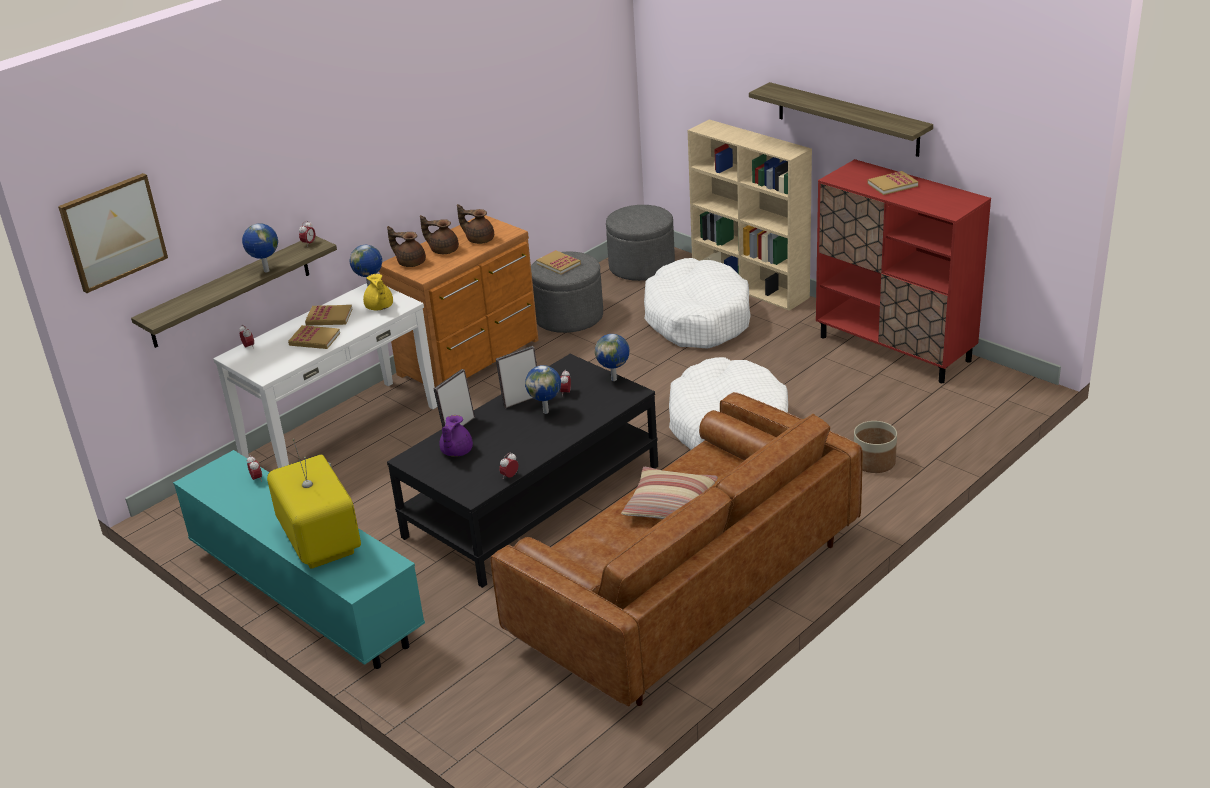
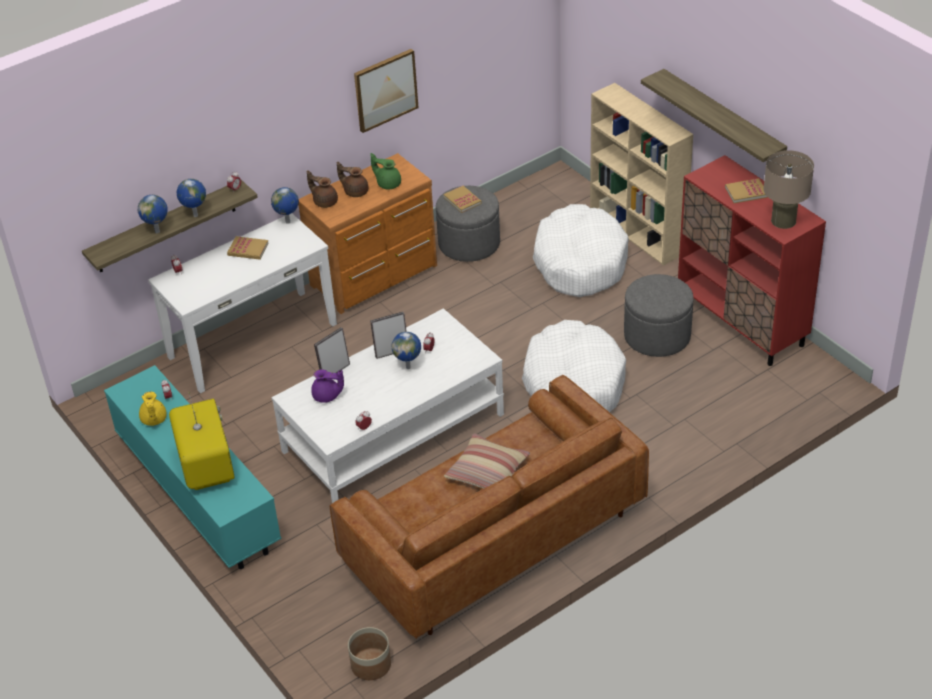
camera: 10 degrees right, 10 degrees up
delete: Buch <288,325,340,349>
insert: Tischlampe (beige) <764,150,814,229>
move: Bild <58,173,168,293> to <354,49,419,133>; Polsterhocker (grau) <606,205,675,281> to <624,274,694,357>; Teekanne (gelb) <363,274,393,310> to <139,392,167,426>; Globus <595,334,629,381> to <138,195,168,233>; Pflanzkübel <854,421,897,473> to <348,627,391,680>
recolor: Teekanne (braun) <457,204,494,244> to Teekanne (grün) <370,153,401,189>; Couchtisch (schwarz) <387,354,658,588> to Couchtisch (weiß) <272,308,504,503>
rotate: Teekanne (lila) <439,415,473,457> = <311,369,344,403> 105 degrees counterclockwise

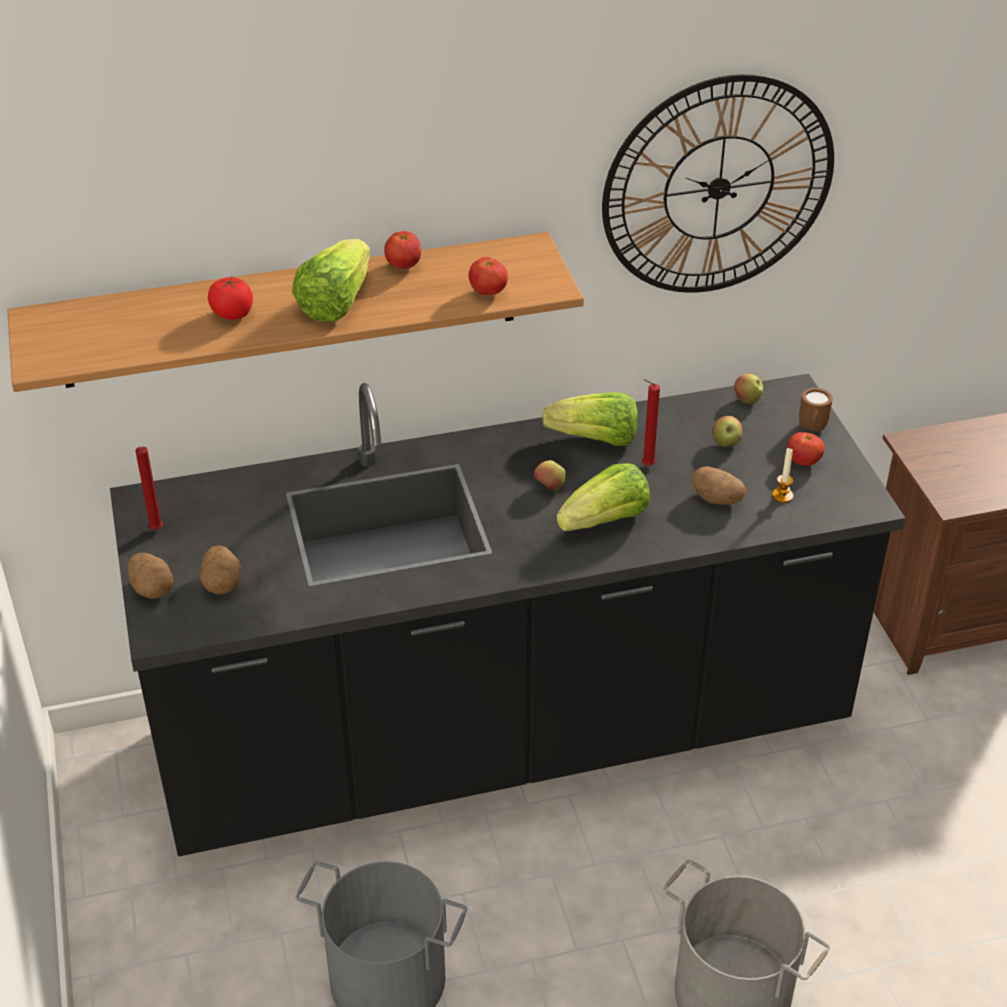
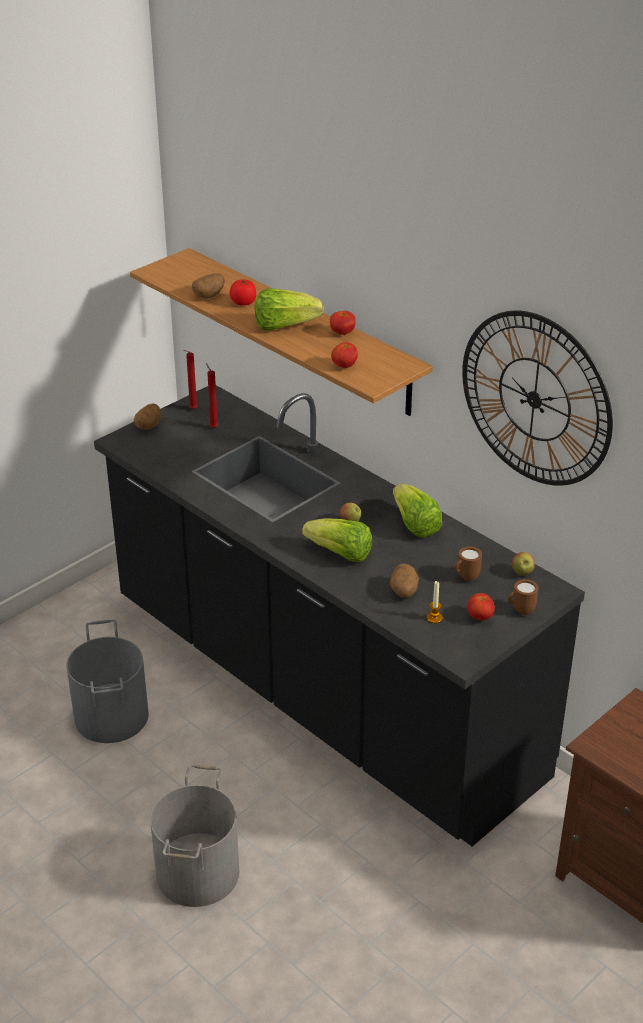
camera: 60 degrees right, 5 degrees down
move: Kerze (rot) <642,379,660,466> to <206,363,219,428>; Kartoffel <200,545,241,594> to <192,273,225,298>
replace: Apfel <712,416,742,447> to Henkelbecher (braun) <454,546,482,581>

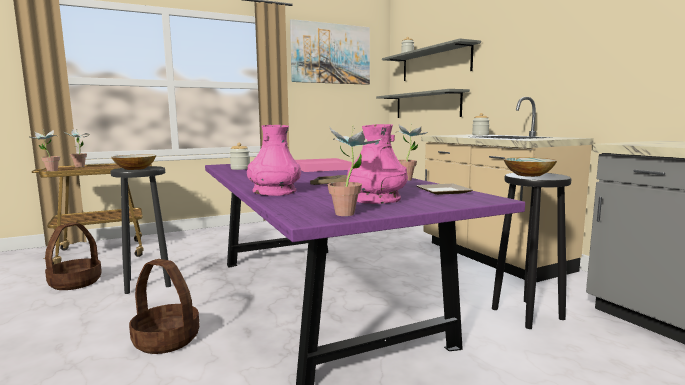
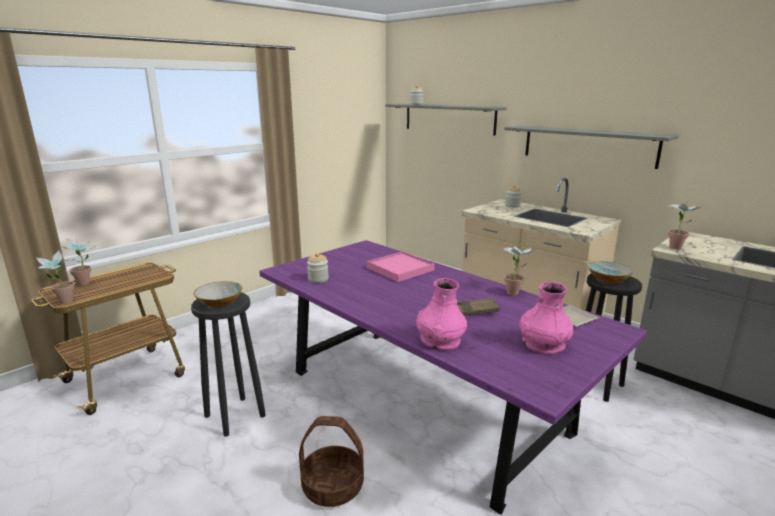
camera: 20 degrees left, 10 degrees up
delete: Bild <290,19,370,85>; Korb <45,223,102,290>
move: Wandregal (grau) <376,89,470,118> to <504,126,679,169>; Topfpflanze <327,125,382,216> to <667,200,702,249>

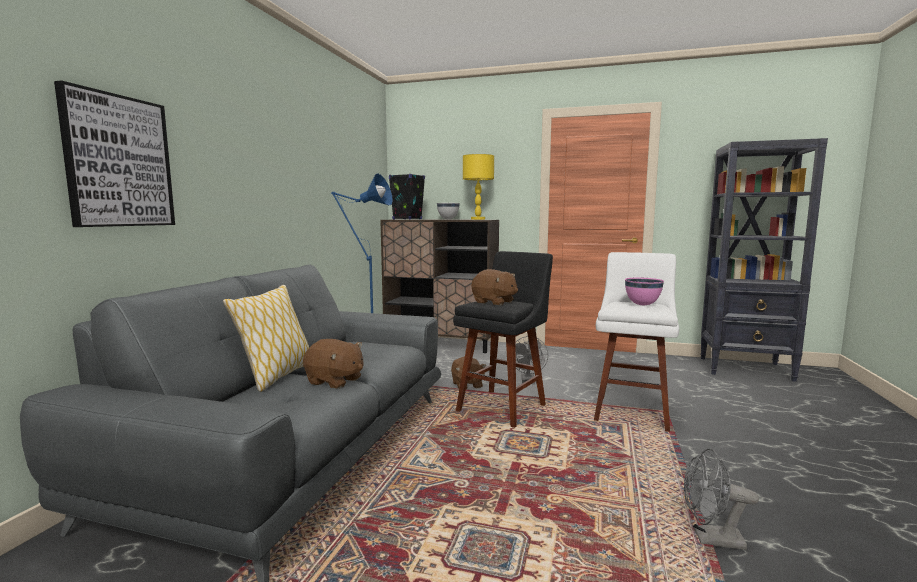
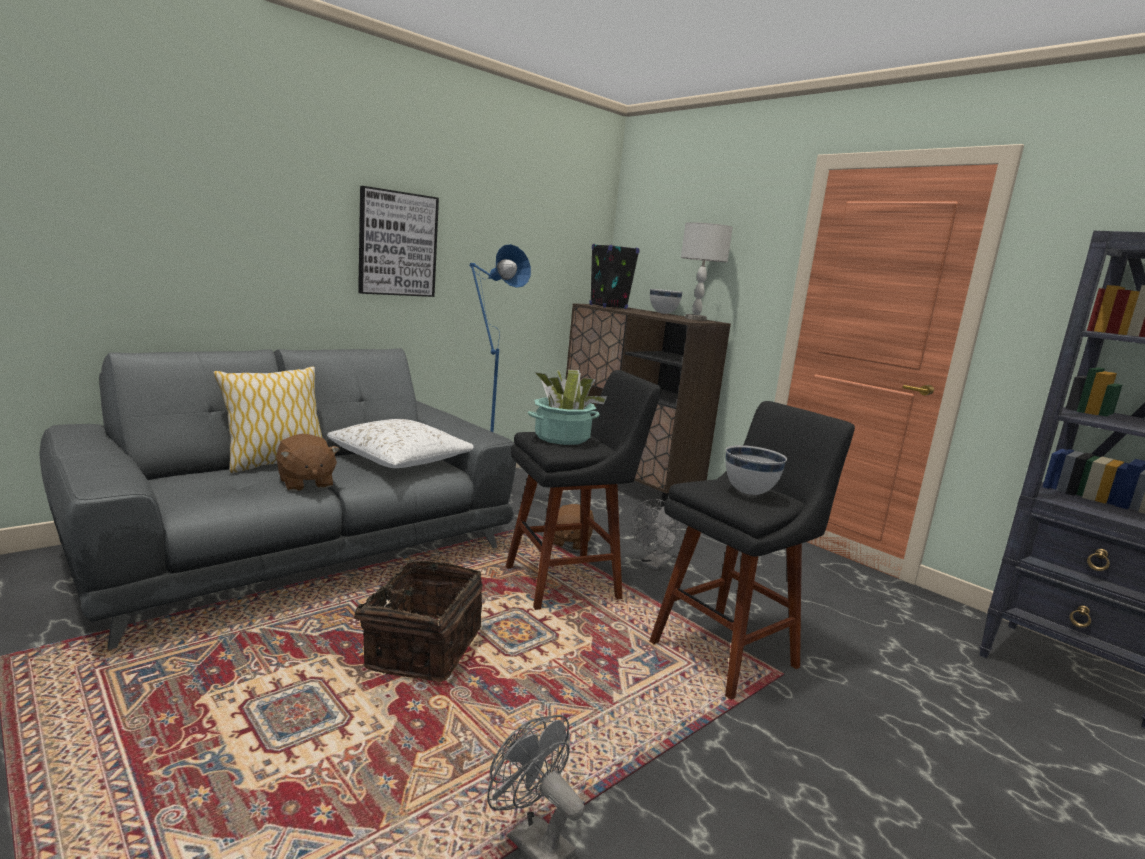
camera: 30 degrees right, 5 degrees up
insert: Kissen (weiß) <327,419,473,468>; Korb <339,561,483,682>
move: Bild <54,80,175,227> to <358,186,439,297>
replace: Plüschtier (braun) <472,269,518,305> to Topfpflanze <528,370,607,445>
recolor: Tischlampe (gelb) <463,154,494,220> to Tischlampe (grau) <681,222,733,321>; Hocker (weiß) <594,252,679,432> to Hocker (schwarz) <650,401,855,700>; Schüssel (rosa) <625,278,664,305> to Schüssel (weiß) <725,445,787,495>

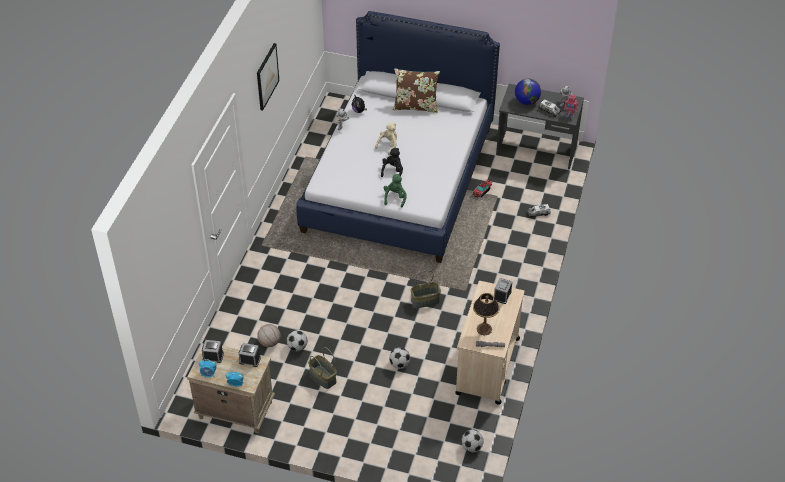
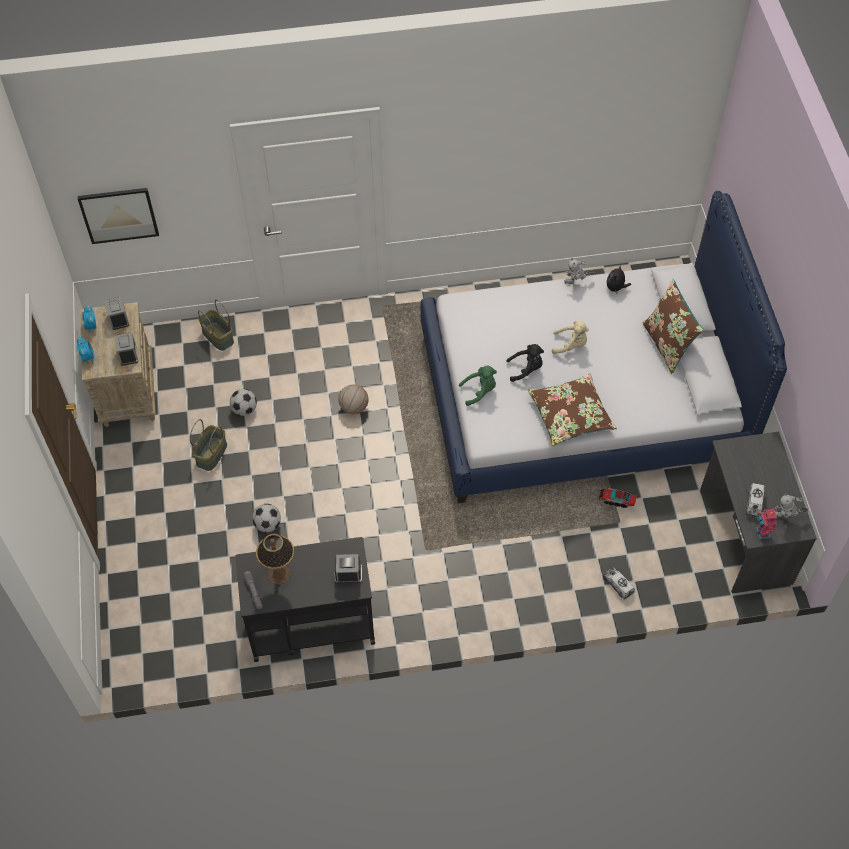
camera: 65 degrees right, 10 degrees up
delete: Globus <515,79,541,105>; Fußball <461,430,483,453>
insert: Kissen (braun) <528,374,617,446>
move: Bild <257,43,279,111> to <77,188,159,244>; Korb <411,270,441,308> to <198,300,234,351>; Basketball <257,324,281,347> to <338,385,369,415>
recolor: Rollwagen (beige) <455,281,524,405> to Rollwagen (schwarz) <235,537,375,662>

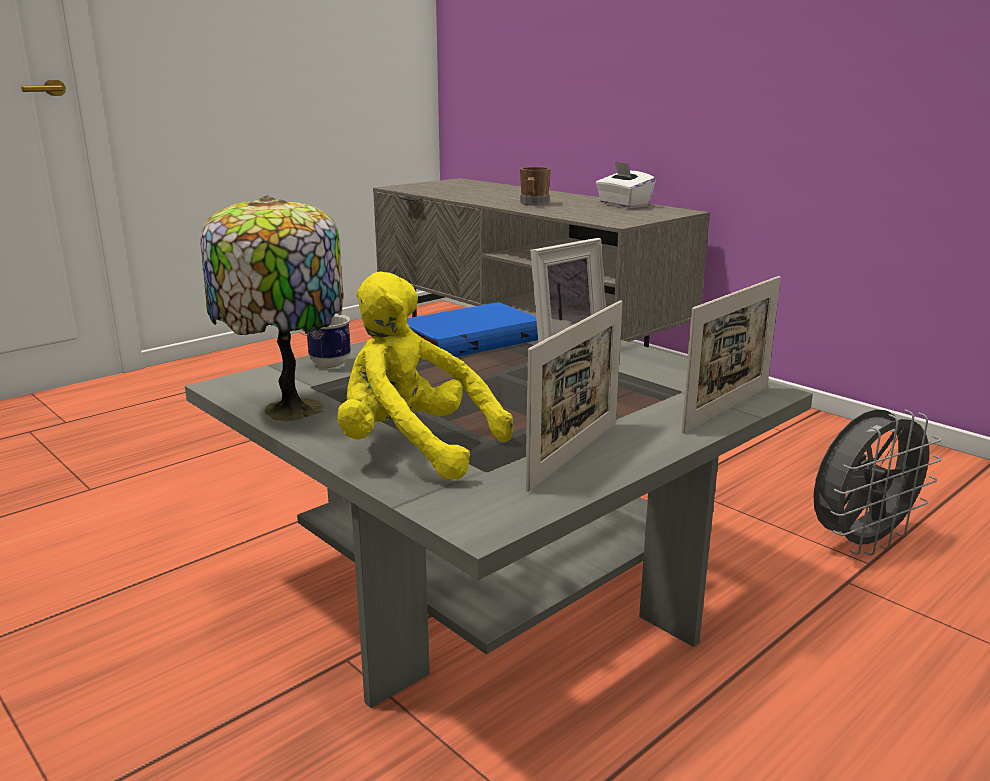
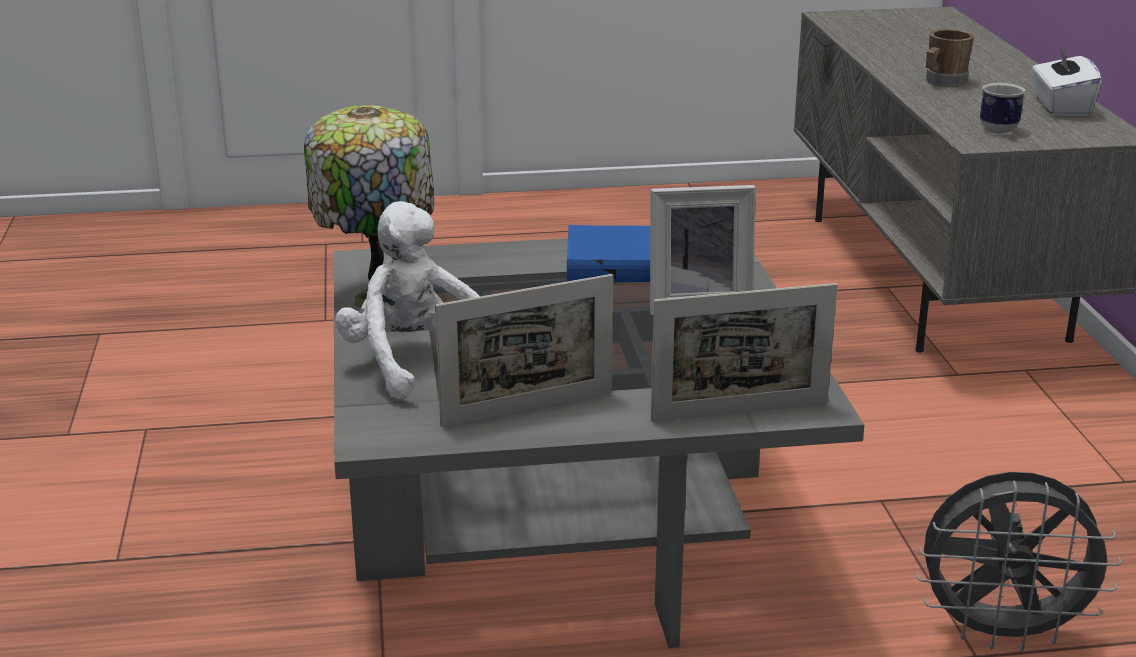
camera: 35 degrees right, 5 degrees up
move: Henkelbecher <307,314,351,368> to <980,83,1026,134>
recolor: Plüschtier (gelb) <337,271,513,480> to Plüschtier (weiß) <335,201,480,400>

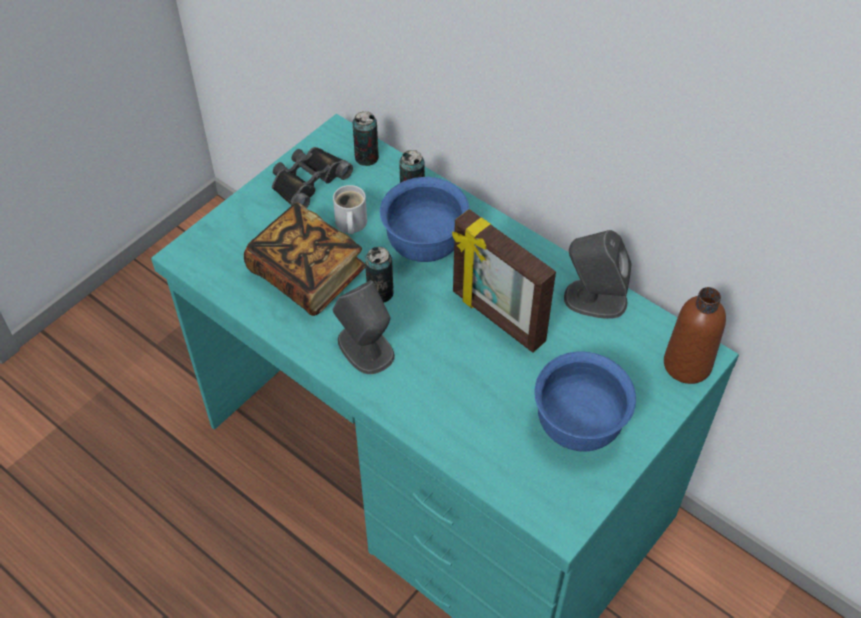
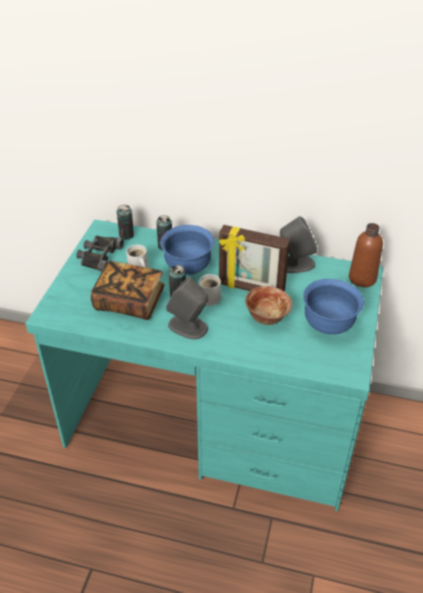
camera: 25 degrees left, 10 degrees down
insert: Henkelbecher (weiß) <199,274,221,306>; Schüssel <245,286,292,325>

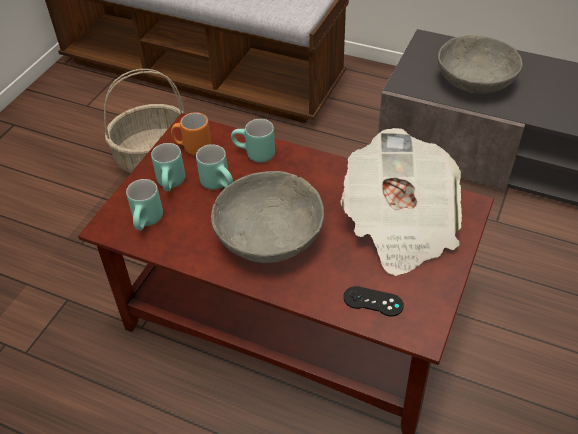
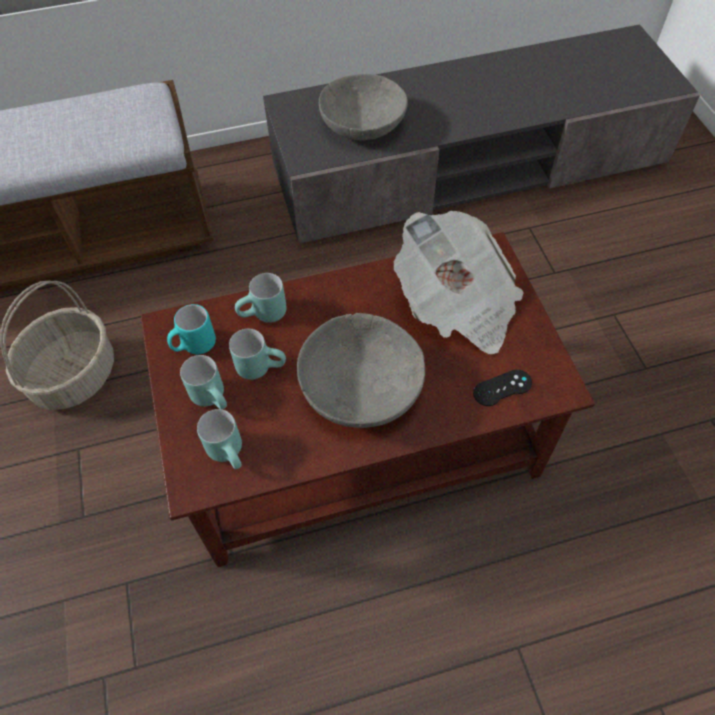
camera: 40 degrees left, 10 degrees up
recolor: Henkelbecher (orange) <171,112,212,156> to Henkelbecher (türkis) <167,304,216,355>

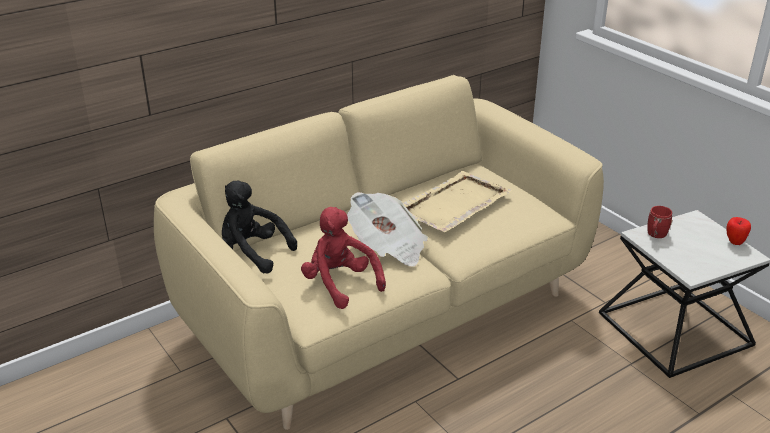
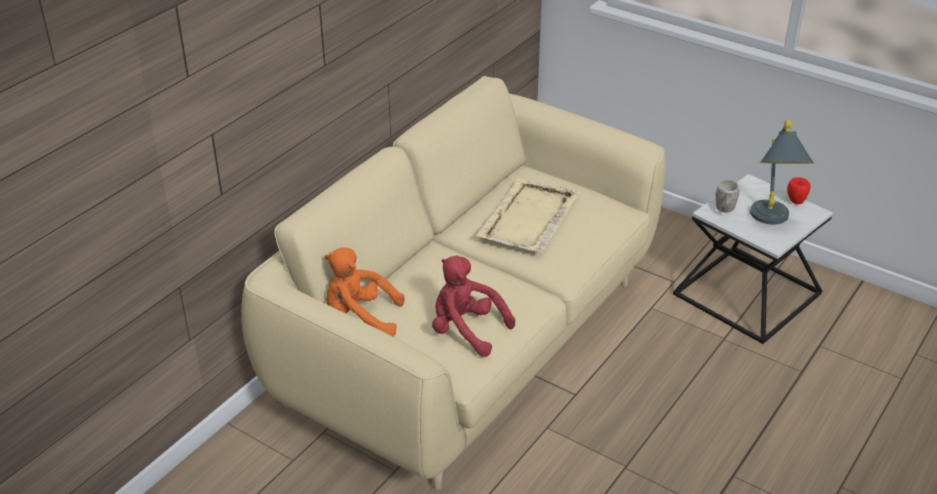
camera: 20 degrees left, 5 degrees up
delete: Zeitung <347,192,428,267>
insert: Tischlampe (grau) <750,120,814,225>
recolor: Plüschtier (schwarz) <222,180,297,273> to Plüschtier (orange) <325,248,405,337>; Henkelbecher (rot) <647,206,672,238> to Henkelbecher (grau) <715,180,739,213>

